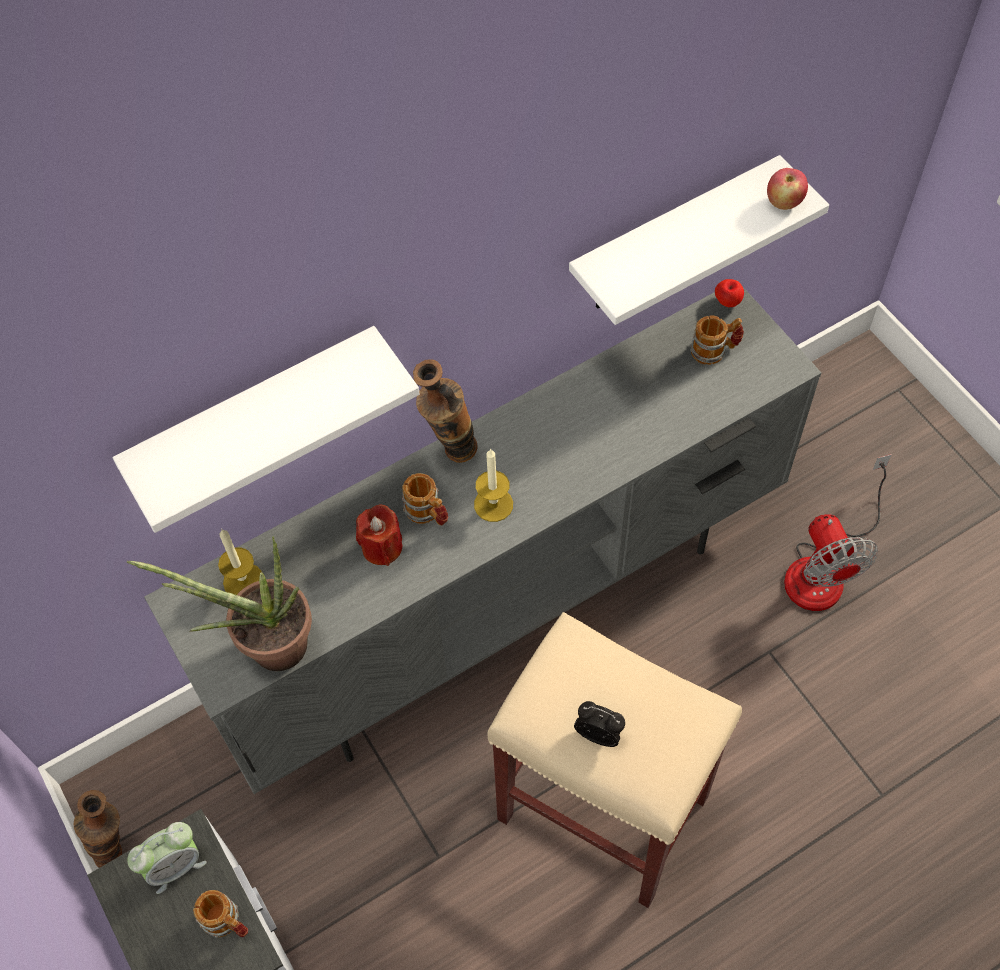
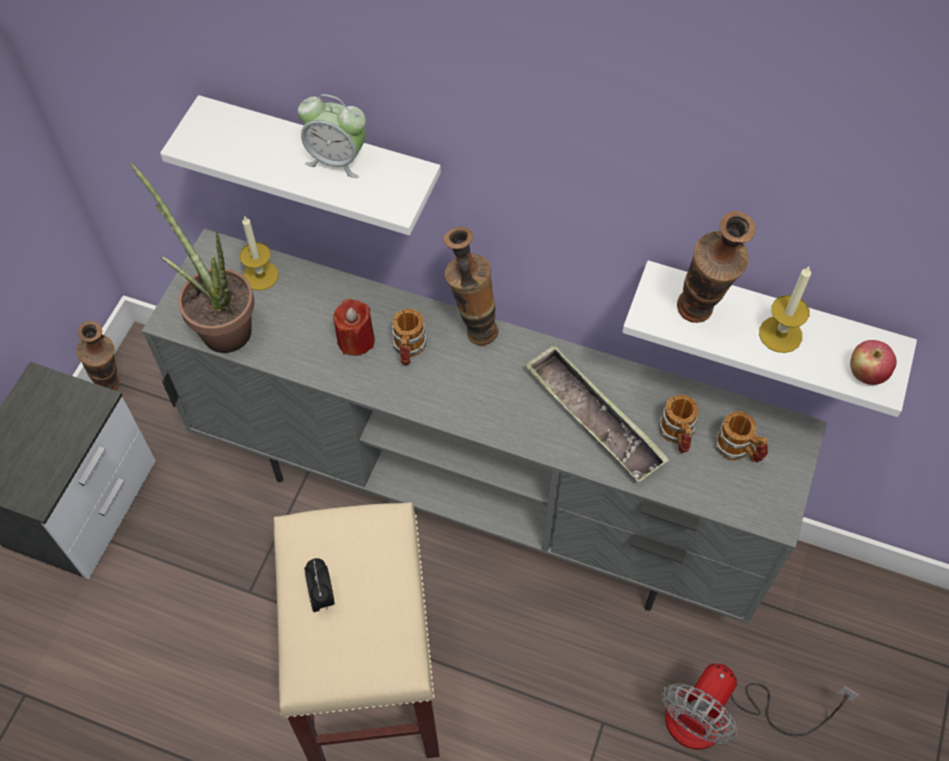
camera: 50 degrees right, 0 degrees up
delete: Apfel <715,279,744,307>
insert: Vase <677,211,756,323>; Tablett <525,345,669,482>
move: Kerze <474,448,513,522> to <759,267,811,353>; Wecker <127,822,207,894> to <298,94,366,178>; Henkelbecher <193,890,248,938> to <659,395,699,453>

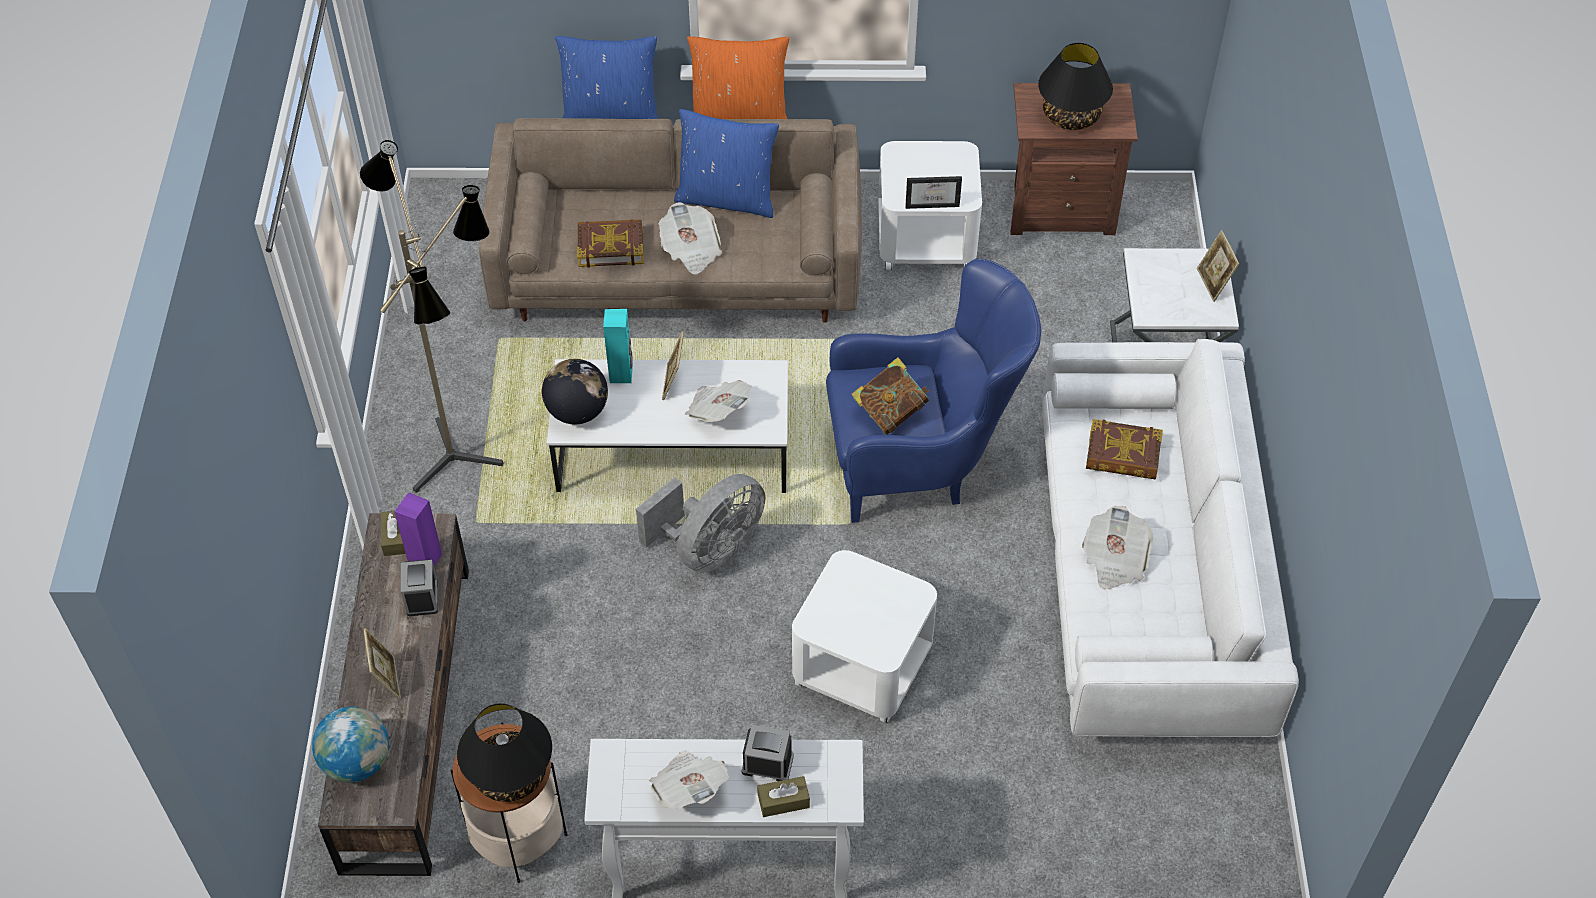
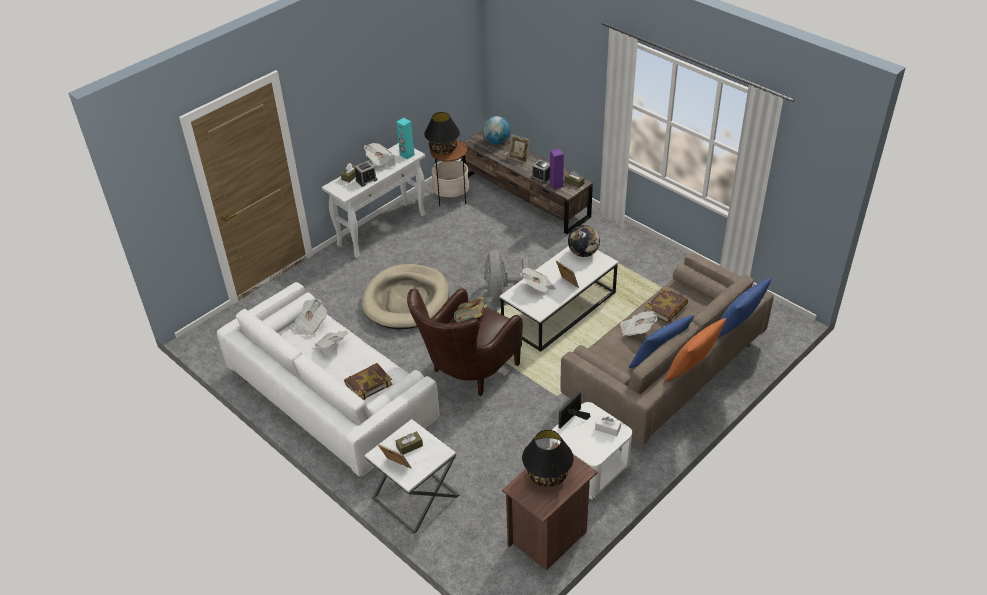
camera: 135 degrees right, 10 degrees down
delete: Stehlampe <360,140,503,493>
insert: Zeitung <293,299,327,336>; Taschentuchbox (weiß) <595,415,621,436>; Taschentuchbox (braun) <396,431,423,455>
move: Lautsprecher (türkis) <603,309,633,383> to <396,118,415,159>
replace: Beistelltisch (weiß) <792,550,937,723> to Hundebett (beige) <362,264,449,330>
recolor: Sessel (blau) <826,259,1041,523> to Sessel (braun) <407,288,523,396>

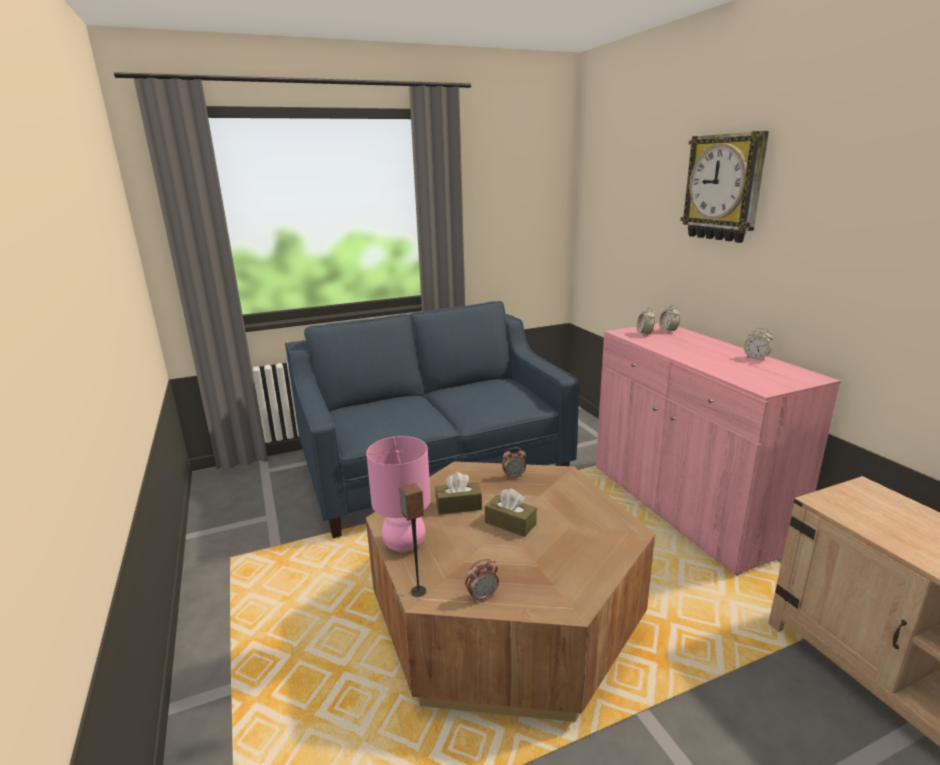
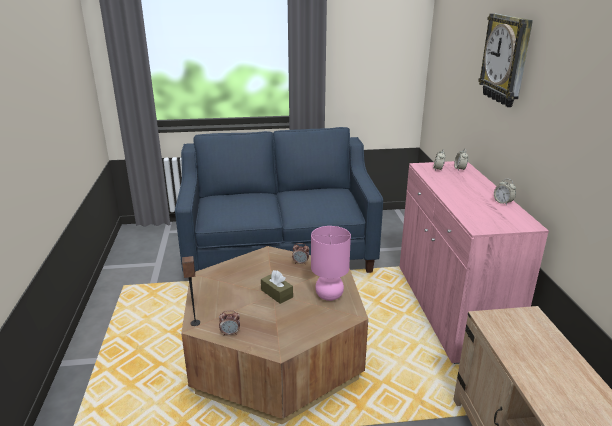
camera: 15 degrees right, 5 degrees up
delete: Taschentuchbox (braun) <435,472,482,514>
move: Tischlampe (rosa) <366,436,431,552> to <311,226,351,301>

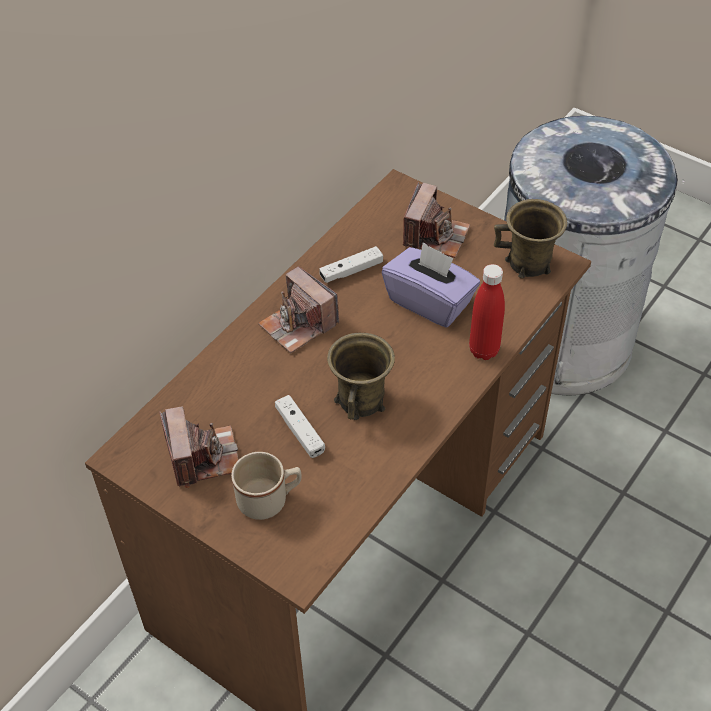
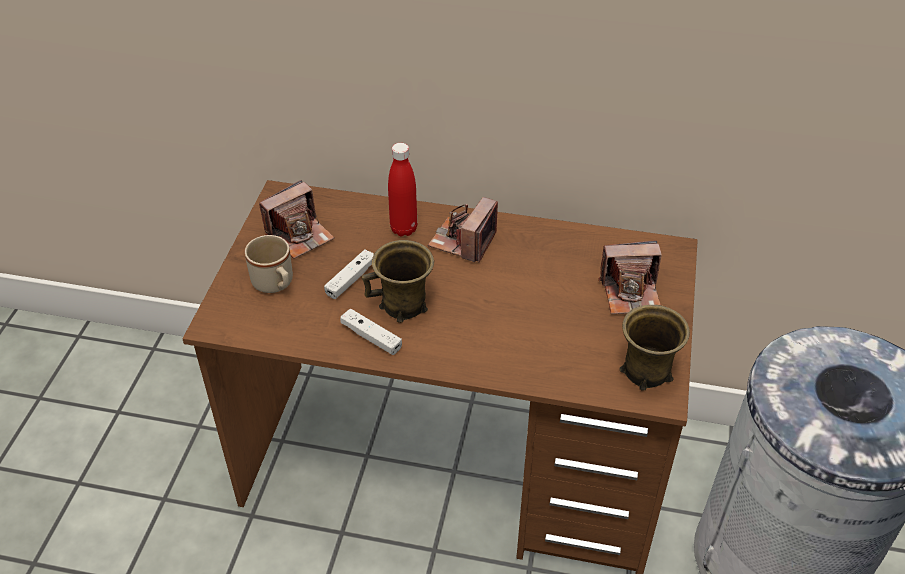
camera: 65 degrees right, 5 degrees down
delete: Taschentuchbox (lila) <382,242,480,328>
move: Gamepad (weiß) <319,246,383,283> to <340,308,402,355>; Flasche (rot) <469,264,505,360> to <388,143,417,236>

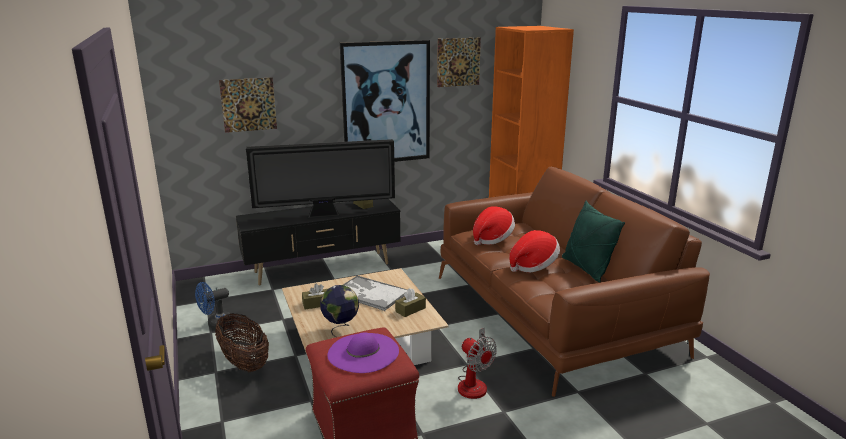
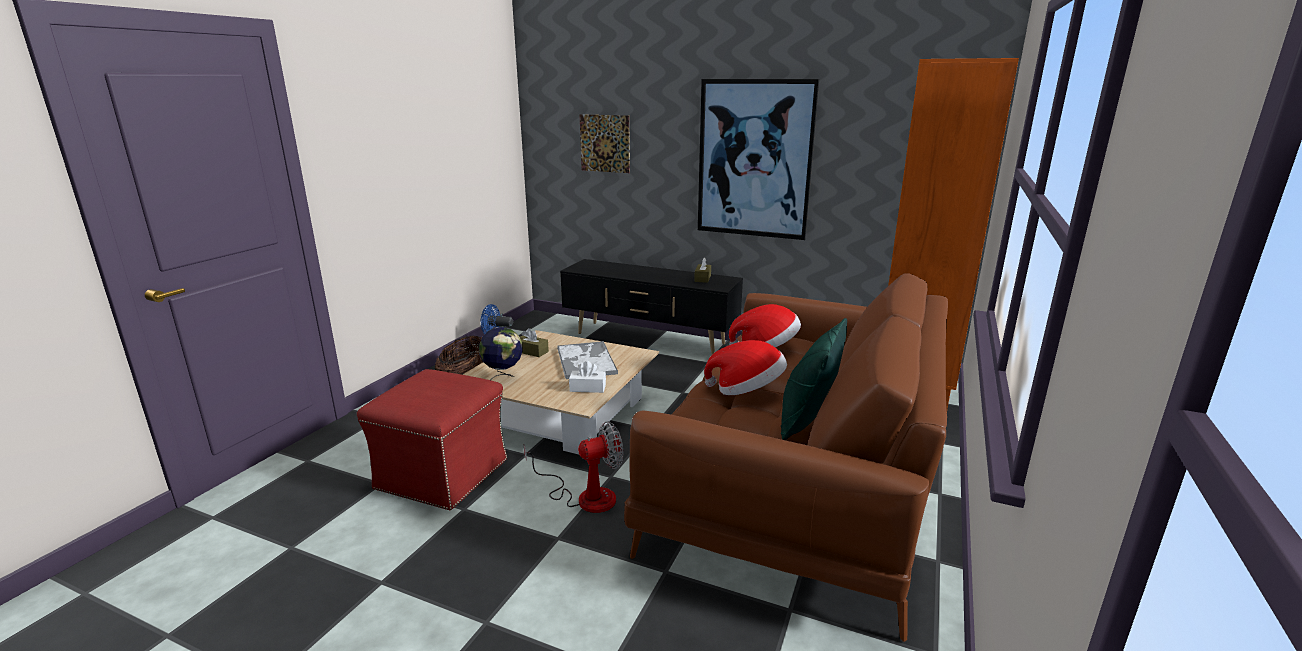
camera: 45 degrees right, 0 degrees up
delete: Bild <437,38,481,87>; Fernseher <246,139,395,218>; Hut (lila) <327,332,399,373>
recolor: Taschentuchbox (braun) <395,288,426,317> to Taschentuchbox (weiß) <569,361,606,393>
rotate: Ventilator <458,328,497,399> = <524,421,623,513> 120 degrees counterclockwise

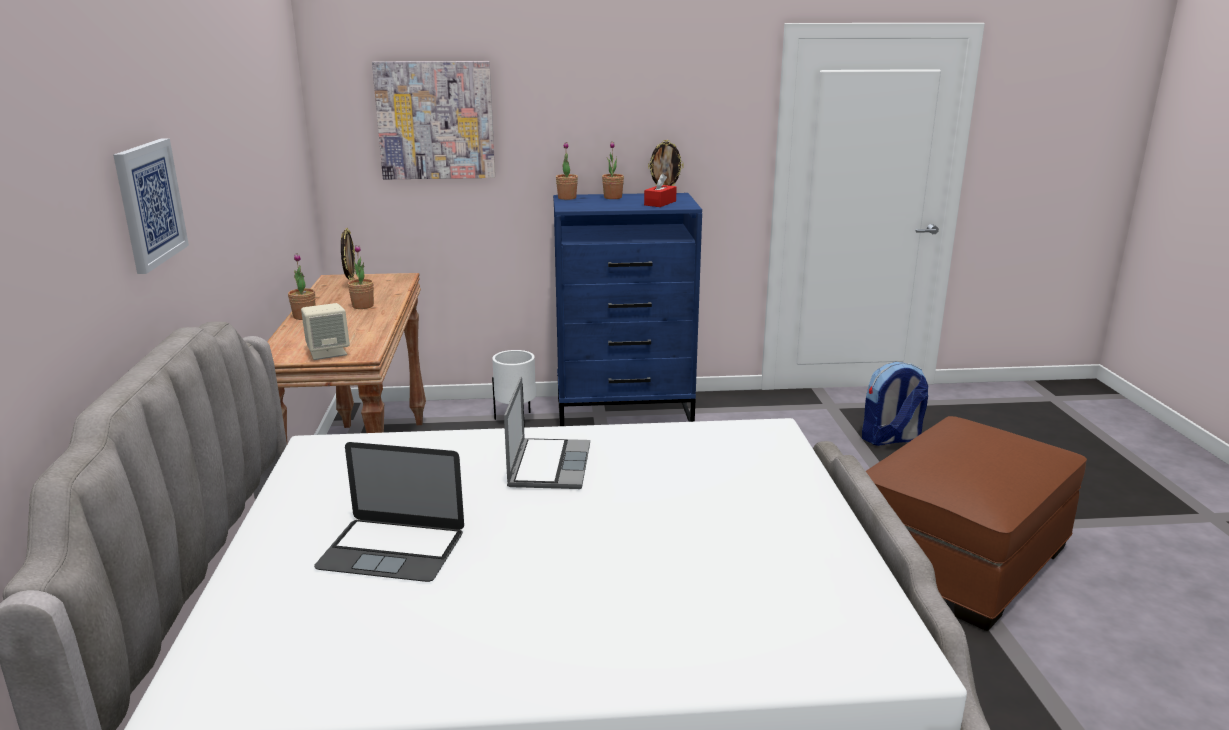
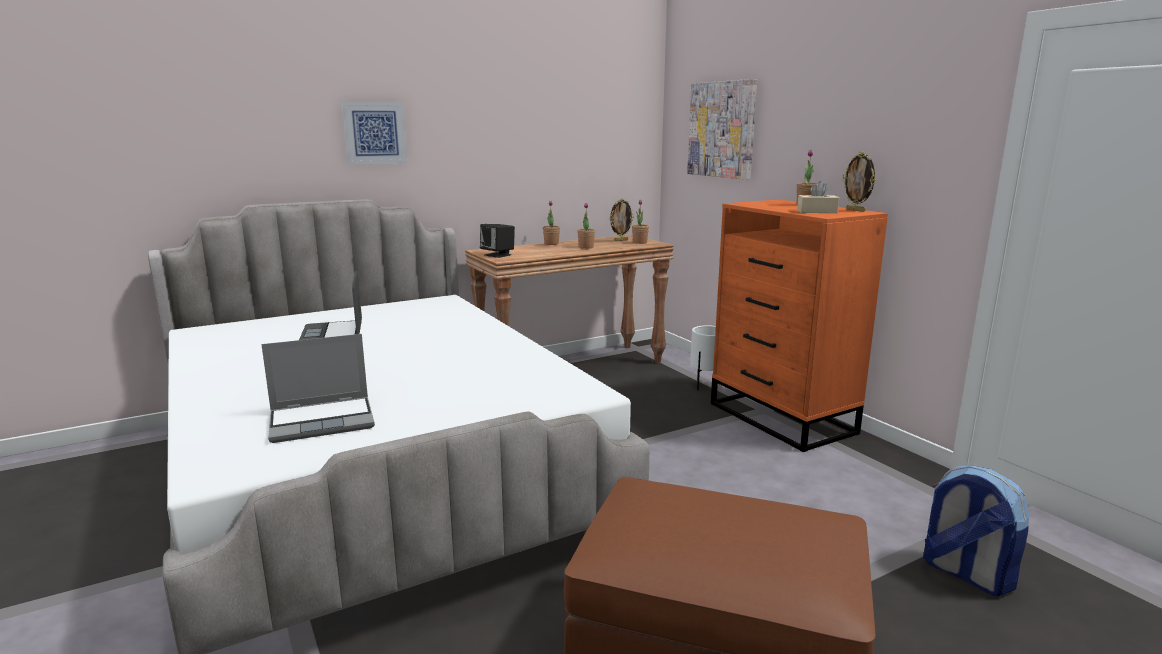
camera: 65 degrees right, 5 degrees down
move: Topfpflanze <556,142,578,200> to <632,199,649,244>; Laptop <504,376,590,489> to <261,334,375,443>
recolor: Taschentuchbox (rot) <644,173,677,207> to Taschentuchbox (beige) <797,181,839,213>; Kommode (blau) <553,193,702,426> to Kommode (orange) <711,199,888,452>; Lautsprecher (beige) <301,303,350,360> to Lautsprecher (schwarz) <480,224,515,258>

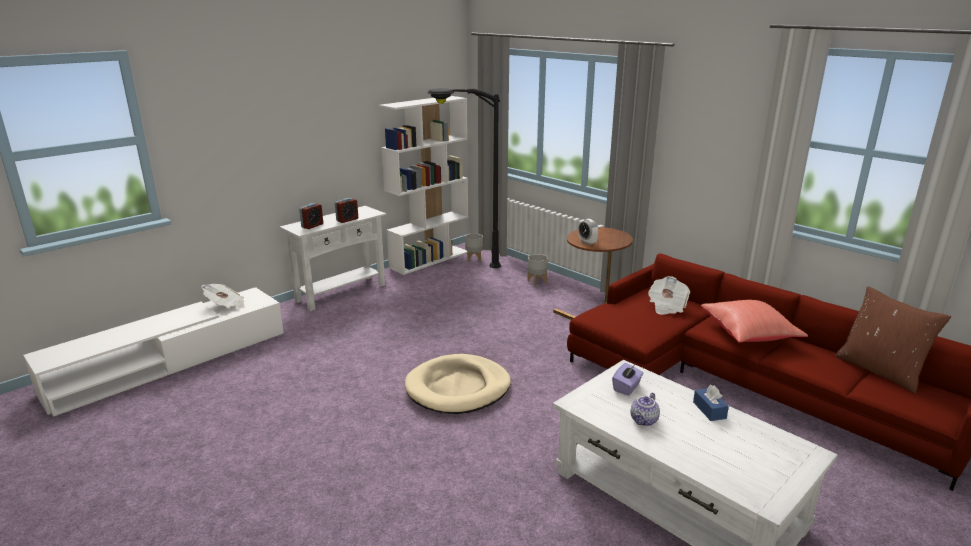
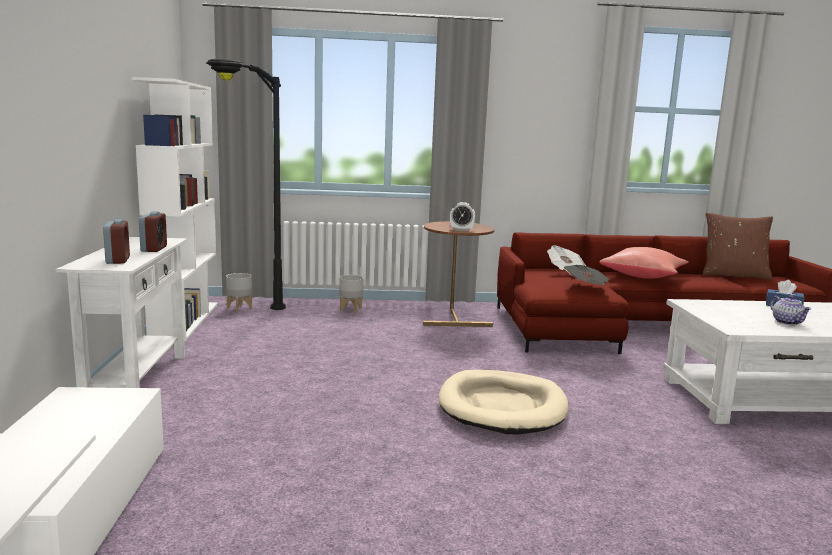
camera: 50 degrees left, 10 degrees down
delete: Taschentuchbox (lila) <612,363,643,396>
move: Zeitung <201,284,245,309> to <564,265,609,285>

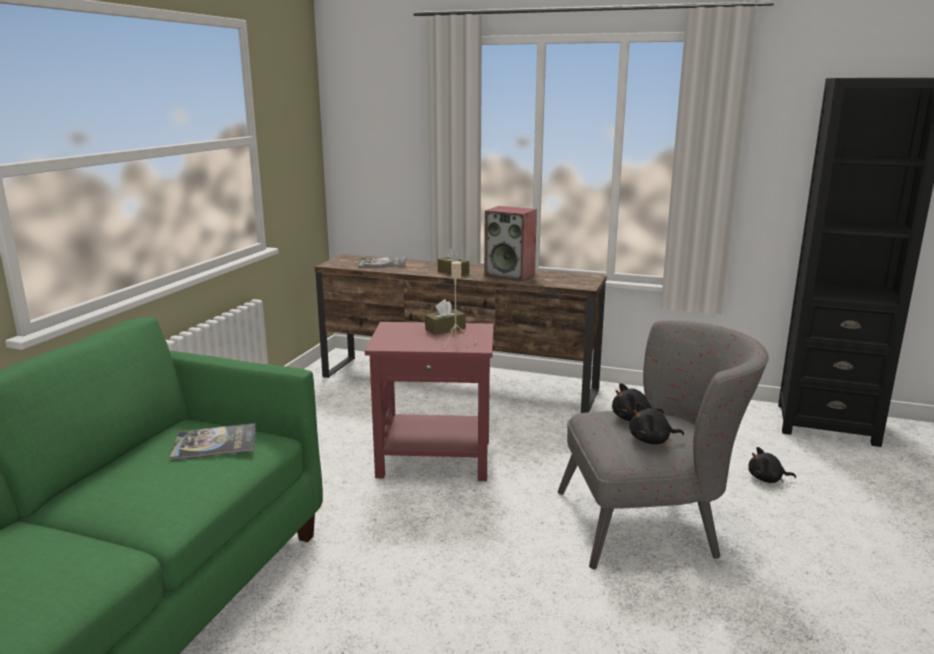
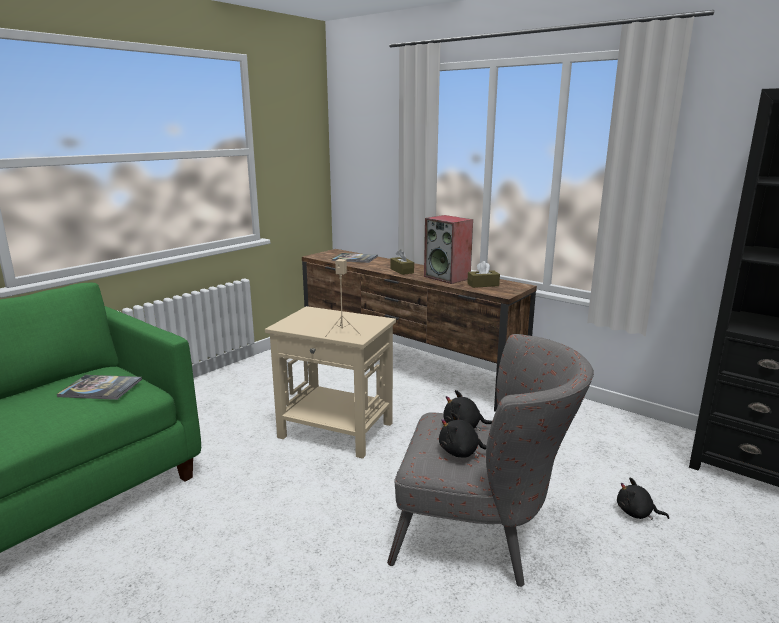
camera: 20 degrees right, 0 degrees up
move: Taschentuchbox (braun) <425,299,465,335> to <467,261,500,288>
recolor: Beistelltisch (rot) <365,322,494,481> to Beistelltisch (beige) <265,306,396,459>

